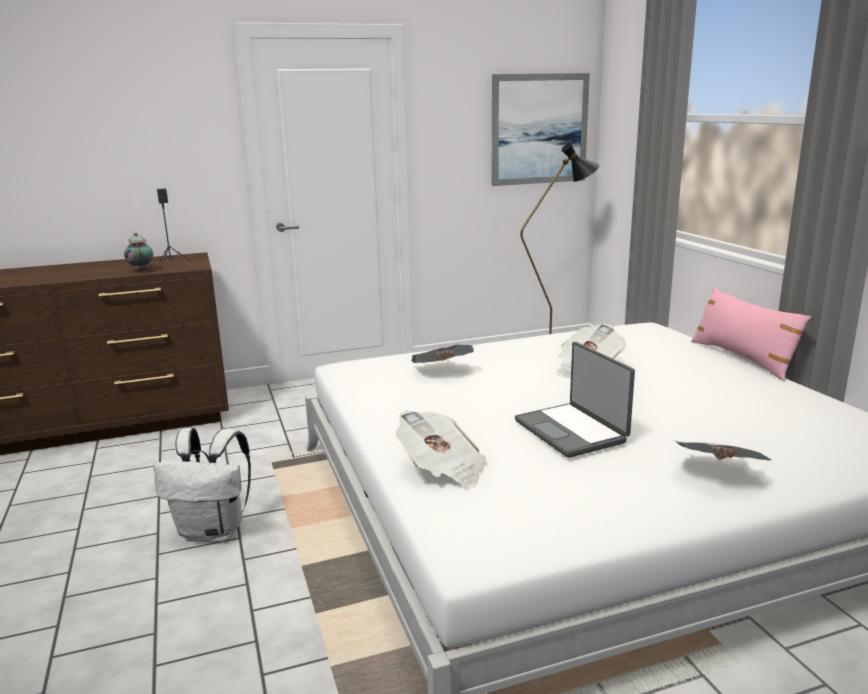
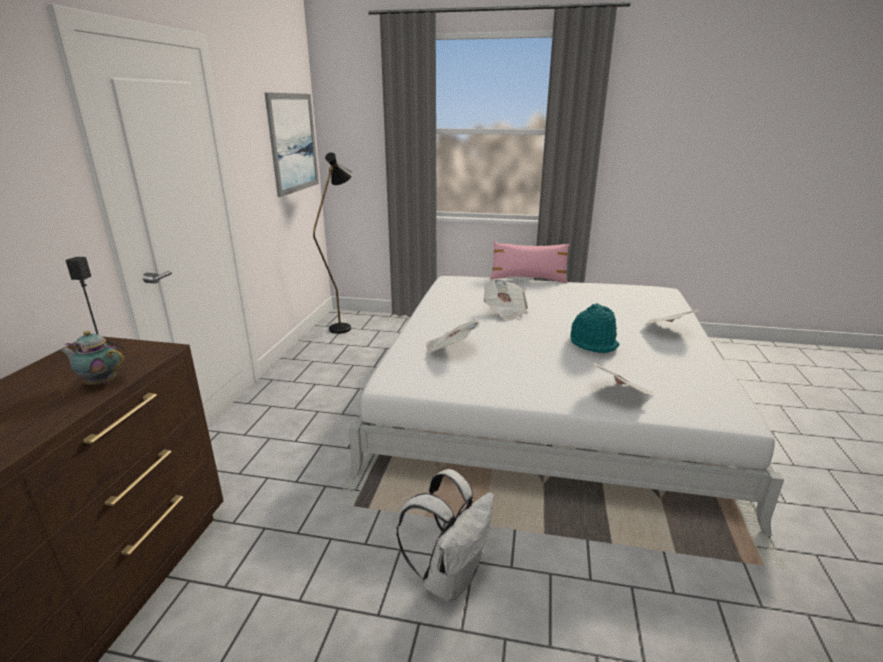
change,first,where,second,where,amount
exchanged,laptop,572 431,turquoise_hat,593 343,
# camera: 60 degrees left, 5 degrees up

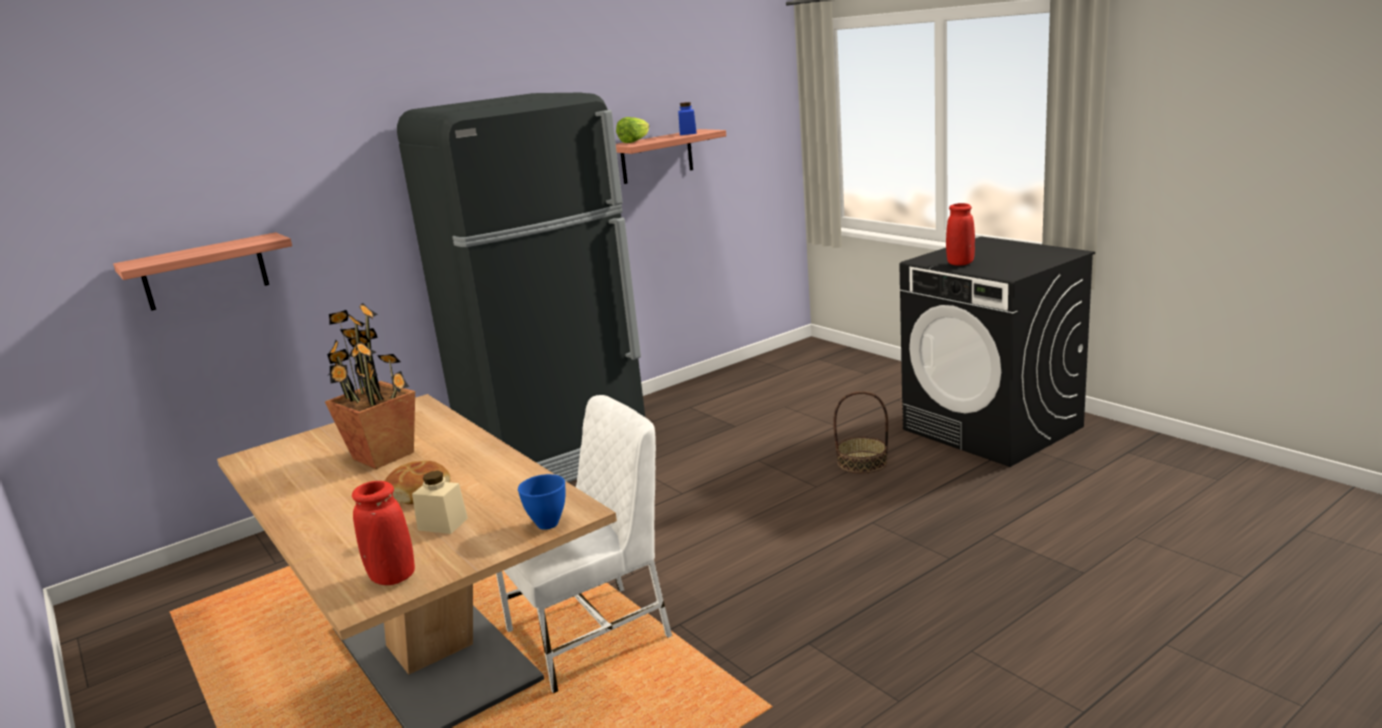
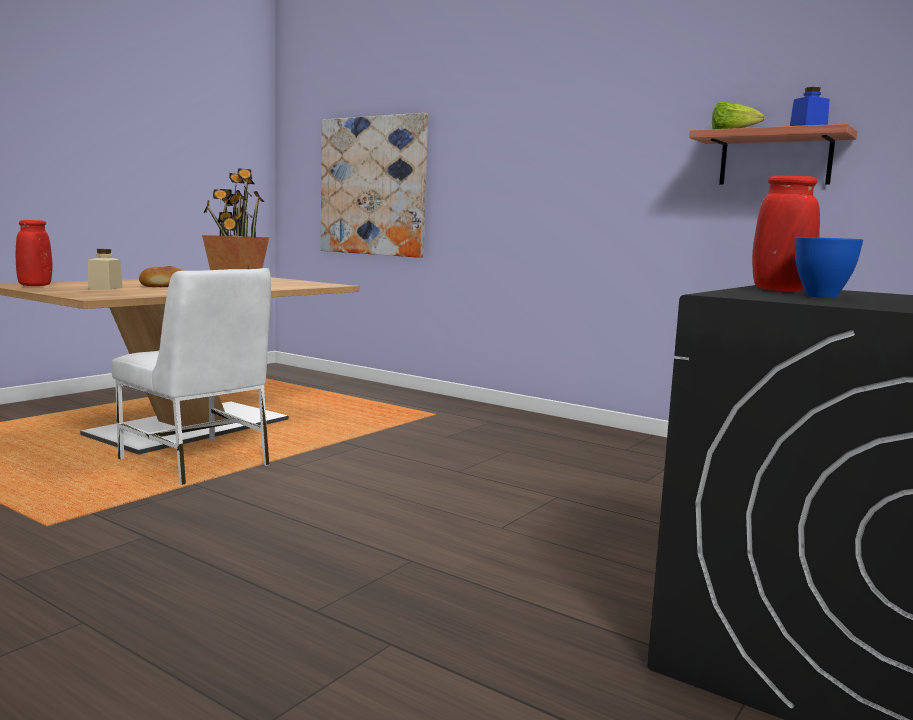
change,first,where,second,where,amount
missing,black_fridge,558 455,,,
missing,basket,862 462,,,
relocated,blue_bowl,547 524,,819 296,
exchanged,shelf,205 272,picture,373 186,
# camera: 70 degrees right, 10 degrees down

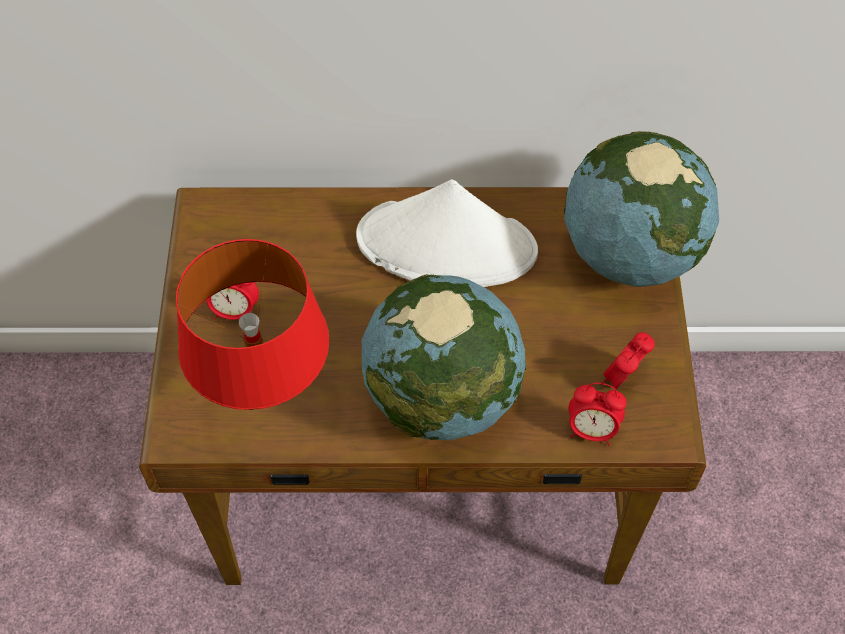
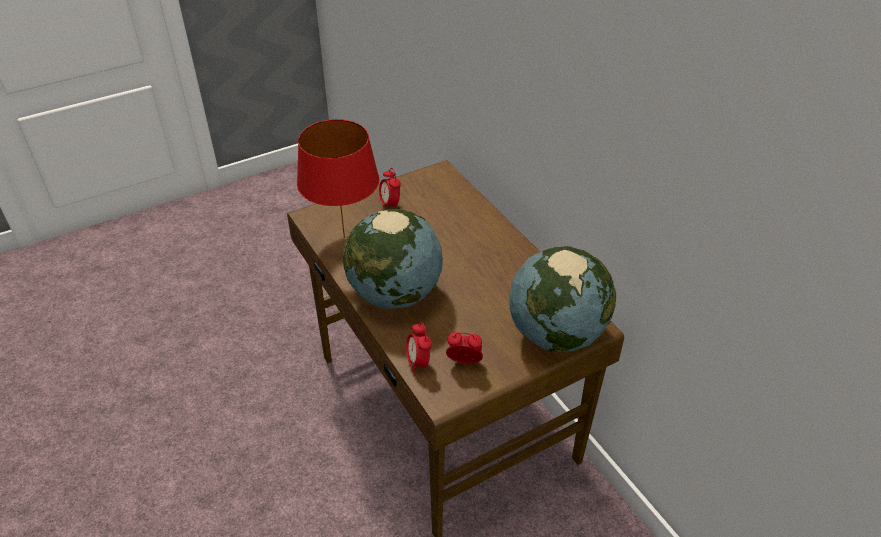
change,first,where,second,where,amount
missing,white_hat,447 245,,,
# camera: 60 degrees right, 15 degrees down

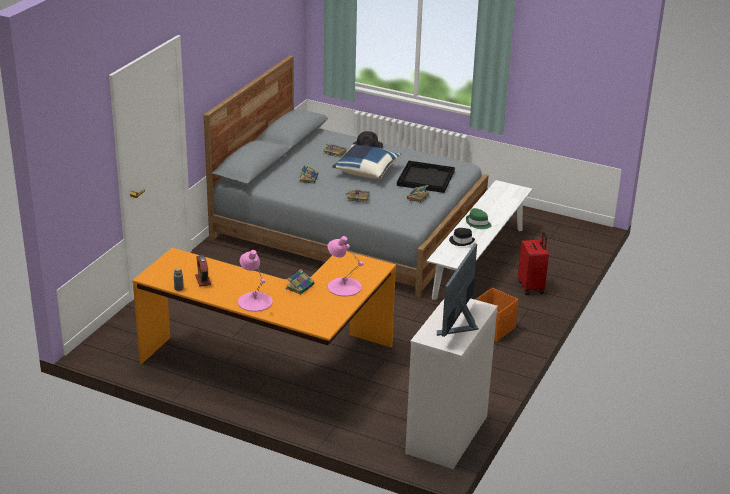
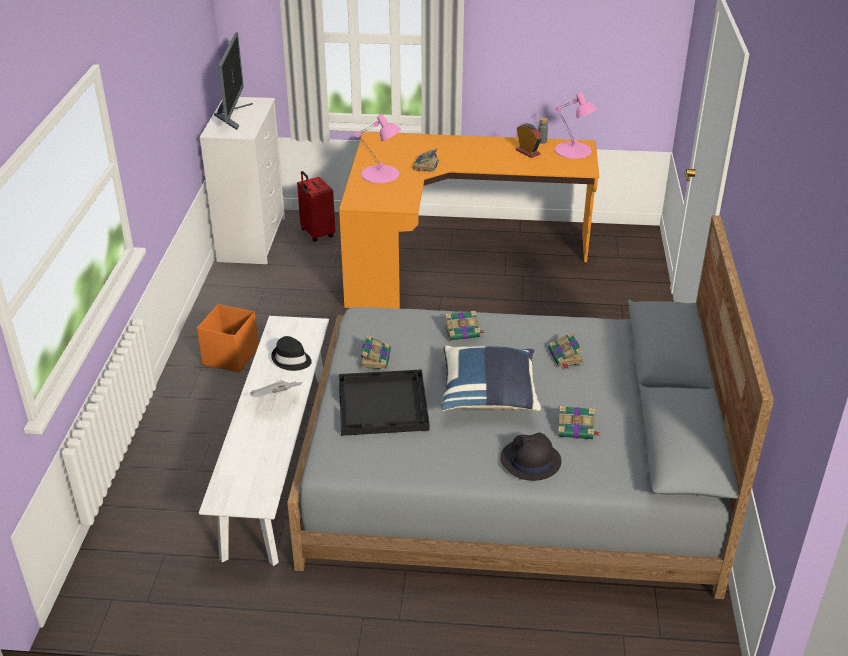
change,first,where,second,where,amount
relocated,pink_table_lamp,255 301,,573 150,
relocated,red_suitcase,531 287,,316 234,
exchanged,green_hat,478 223,newspaper,277 399,
# camera: 160 degrees right, 5 degrees up

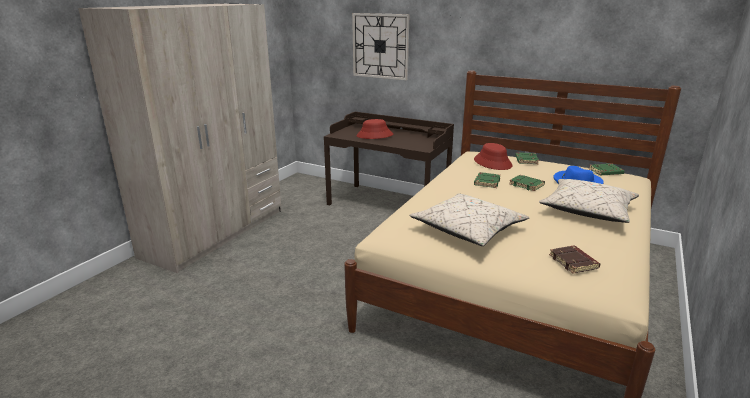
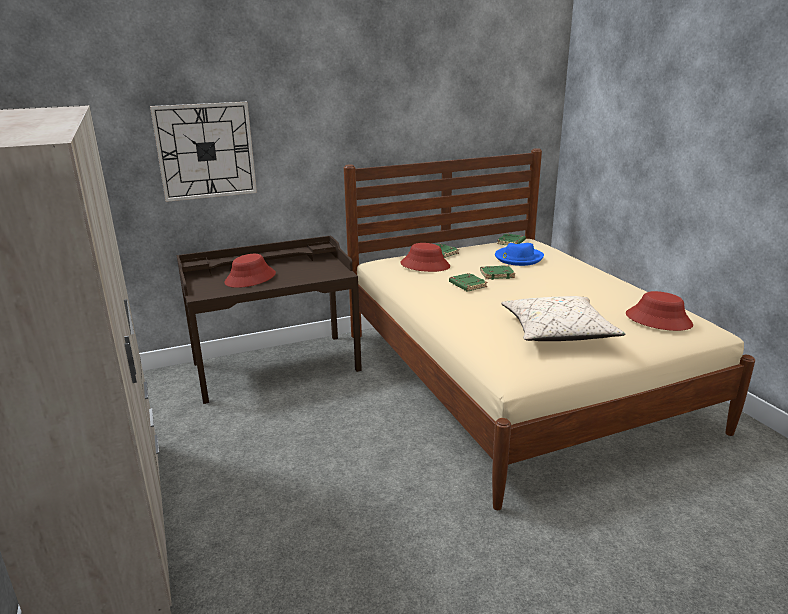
change,first,where,second,where,amount
missing,beige_pillow,587 211,,,
exchanged,brown_book,574 262,red_hat,658 320,
# camera: 50 degrees left, 0 degrees up

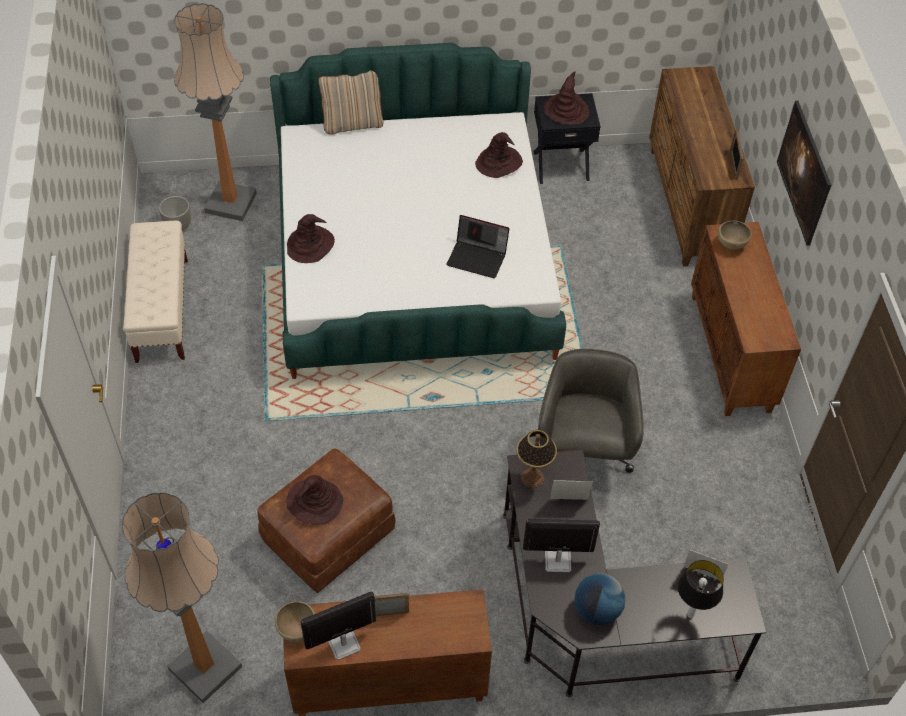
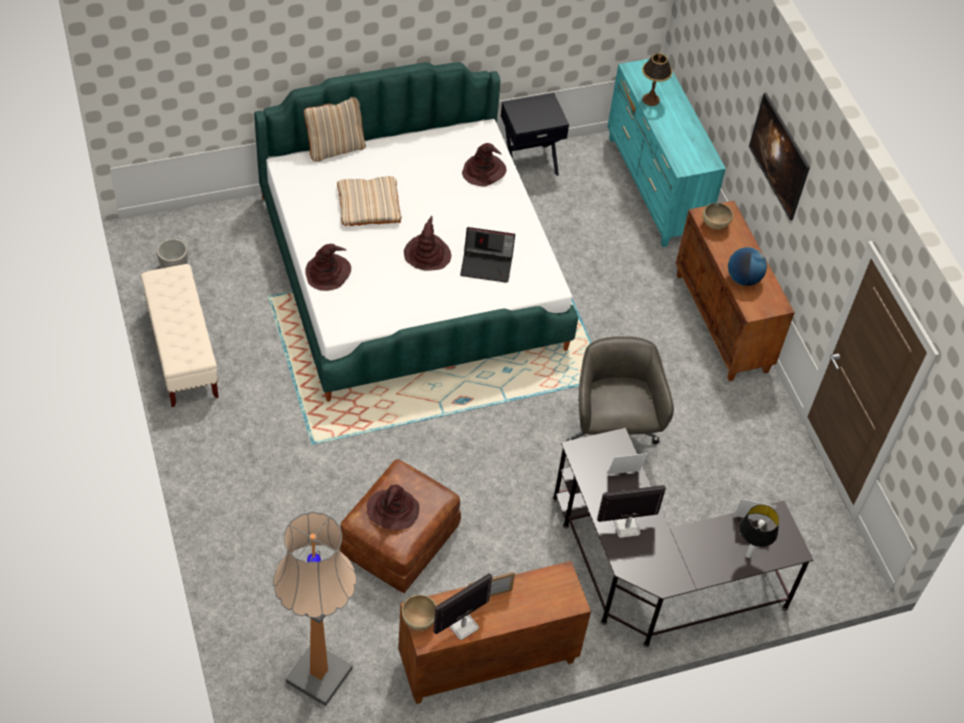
change,first,where,second,where,amount
missing,floor_lamp,231 203,,,
missing,picture_frame,733 165,,,
appeared,,,beige_pillow,369 205,
relocated,table_lamp,533 478,,651 99,
relocated,brown_hat,566 110,,427 254,
relocated,globe,597 610,,743 278,
colour,brown_dresser,687 205,turquoise_dresser,654 188,
# camera: 15 degrees left, 0 degrees up

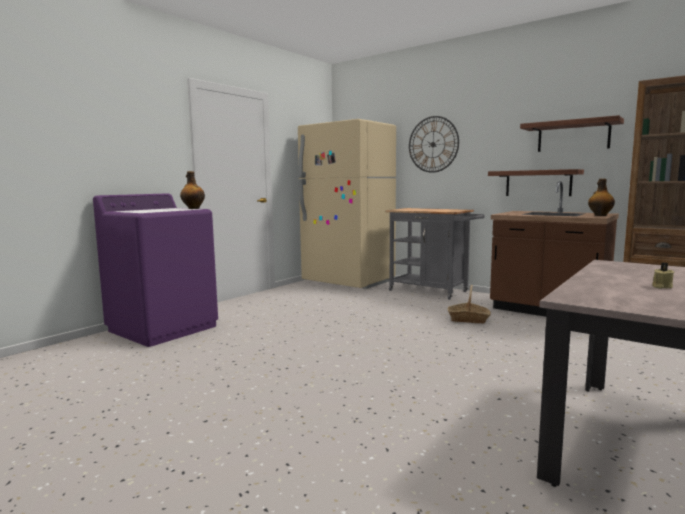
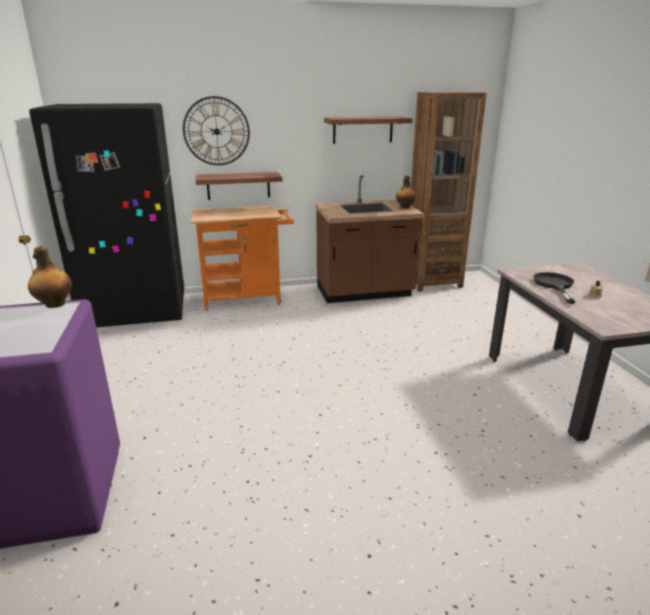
change,first,where,second,where,amount
missing,basket,468 319,,,
appeared,,,black_frying_pan,554 285,
relocated,shelf,538 183,,238 185,
colour,beige_fridge,348 282,black_fridge,136 312,
colour,grey_cart,432 291,orange_cart,247 298,
# camera: 50 degrees left, 15 degrees up

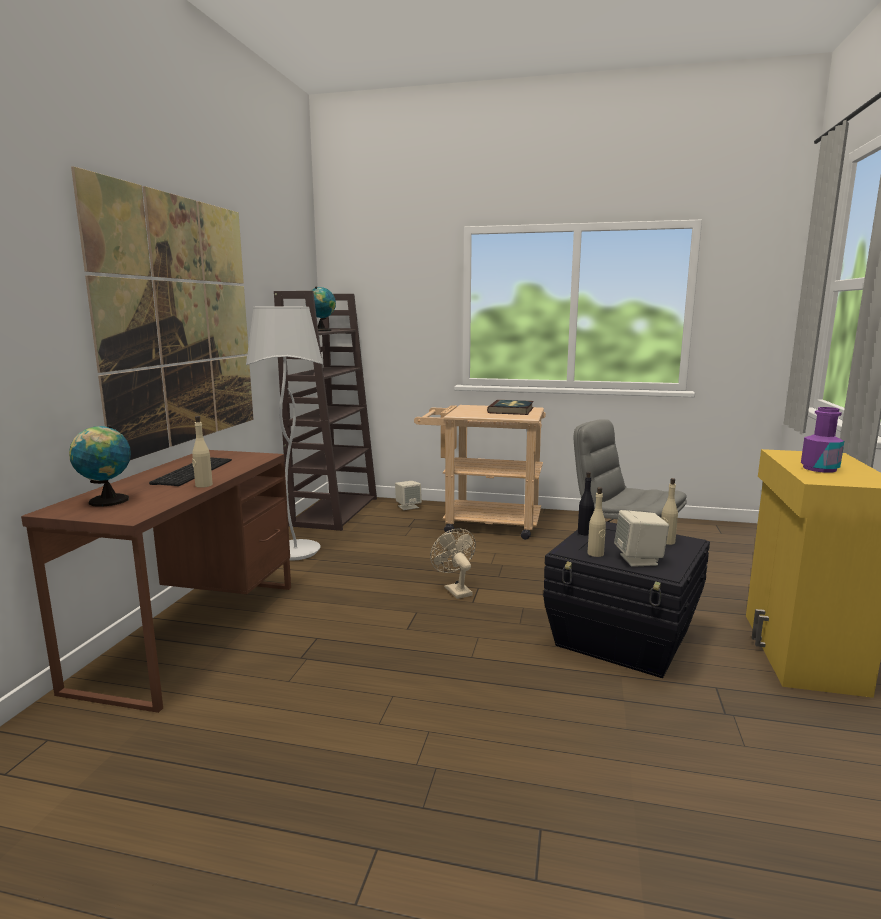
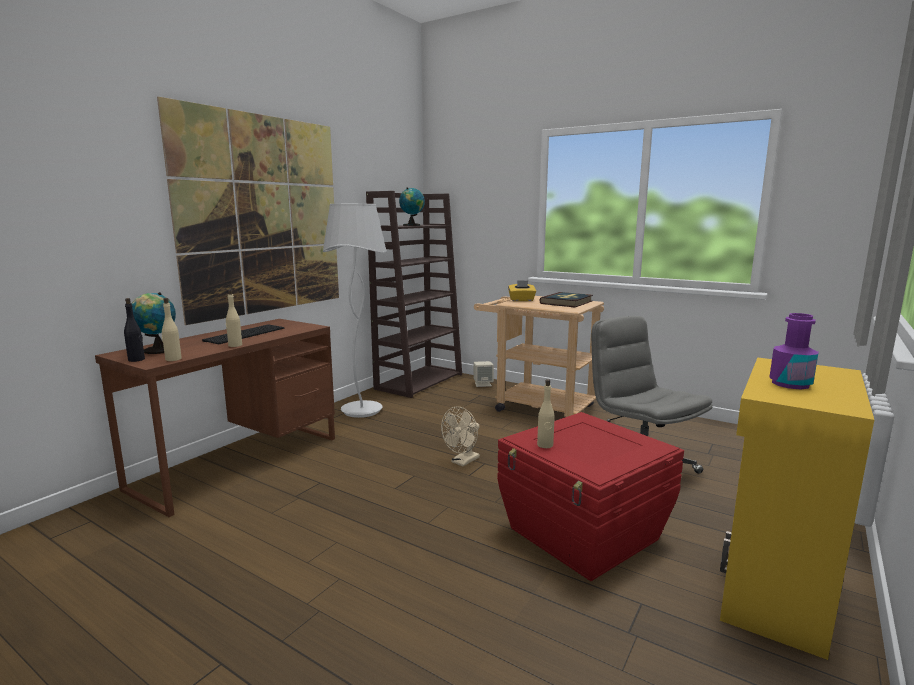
change,first,where,second,where,amount
missing,beige_speaker,639 560,,,
appeared,,,yellow_tissue_box,521 300,
relocated,black_bottle,585 533,,136 360,
relocated,beige_bottle,666 542,,173 359,
colour,black_storage_box,623 638,red_storage_box,583 534,
spun,beige_fan,455 590,,462 462,135 degrees counterclockwise
# camera: 20 degrees right, 0 degrees up

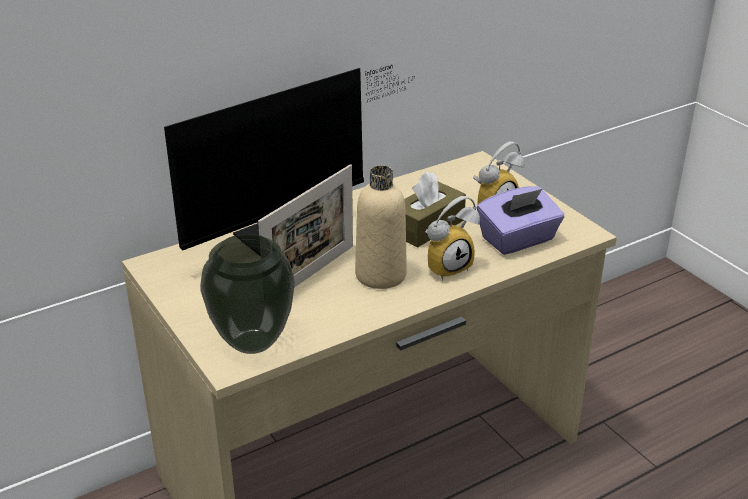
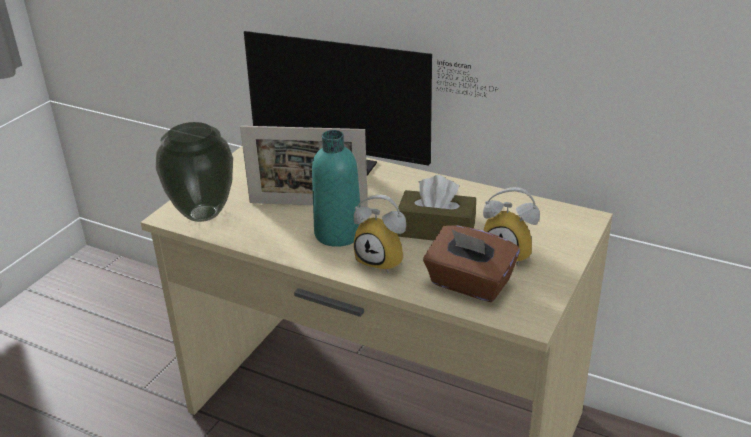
change,first,where,second,where,amount
colour,beige_bottle,380 275,turquoise_bottle,338 234,
colour,purple_tissue_box,518 240,brown_tissue_box,469 284,
# camera: 60 degrees right, 0 degrees up

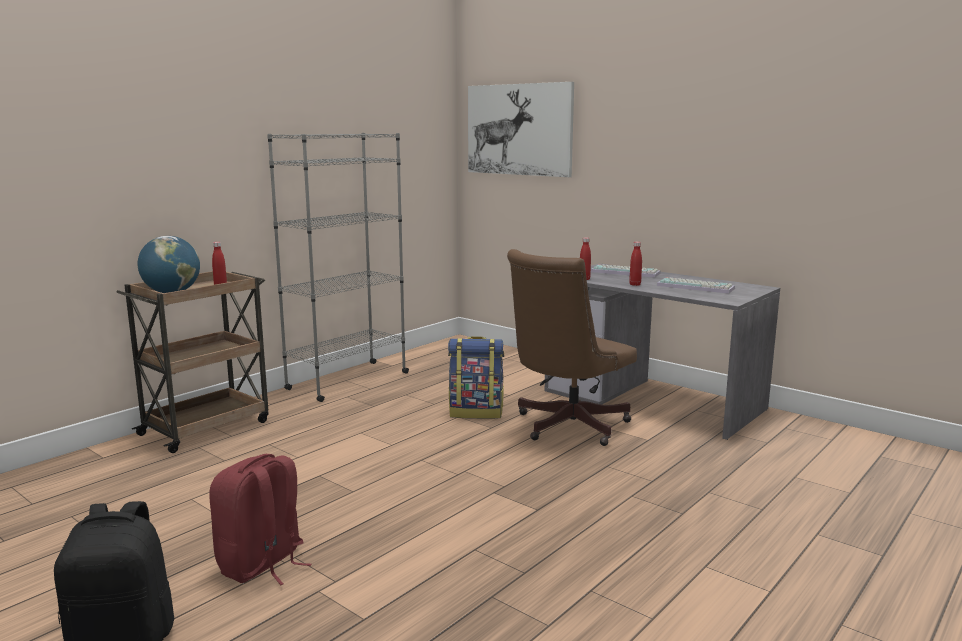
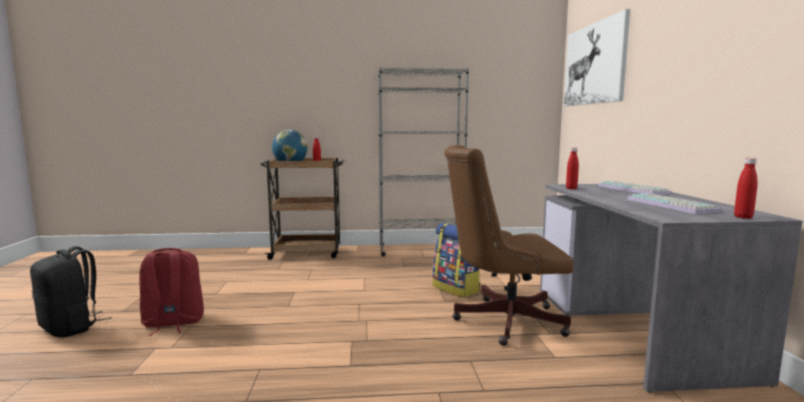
change,first,where,second,where,amount
relocated,red_bottle,635 284,,743 217,
# camera: 45 degrees right, 5 degrees down

